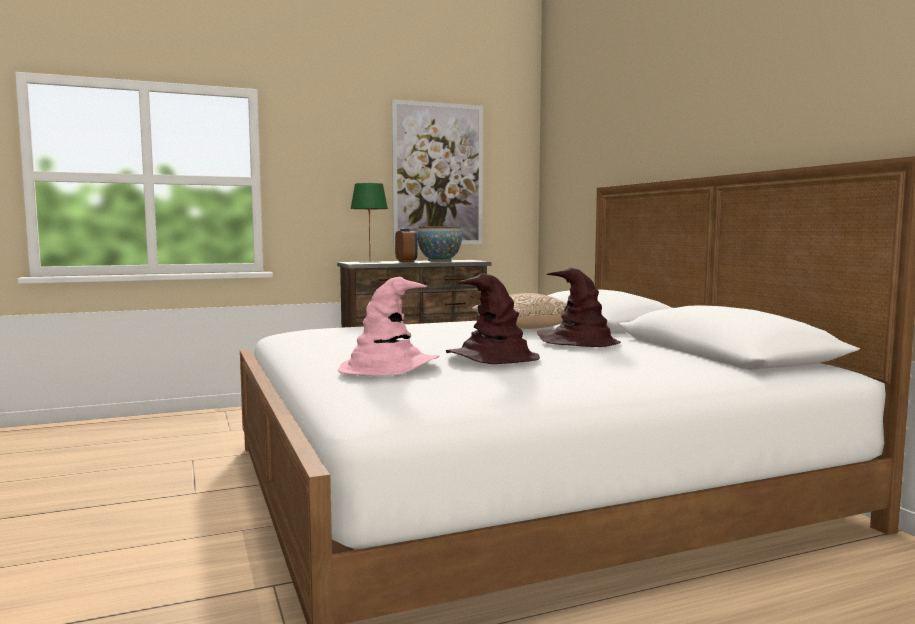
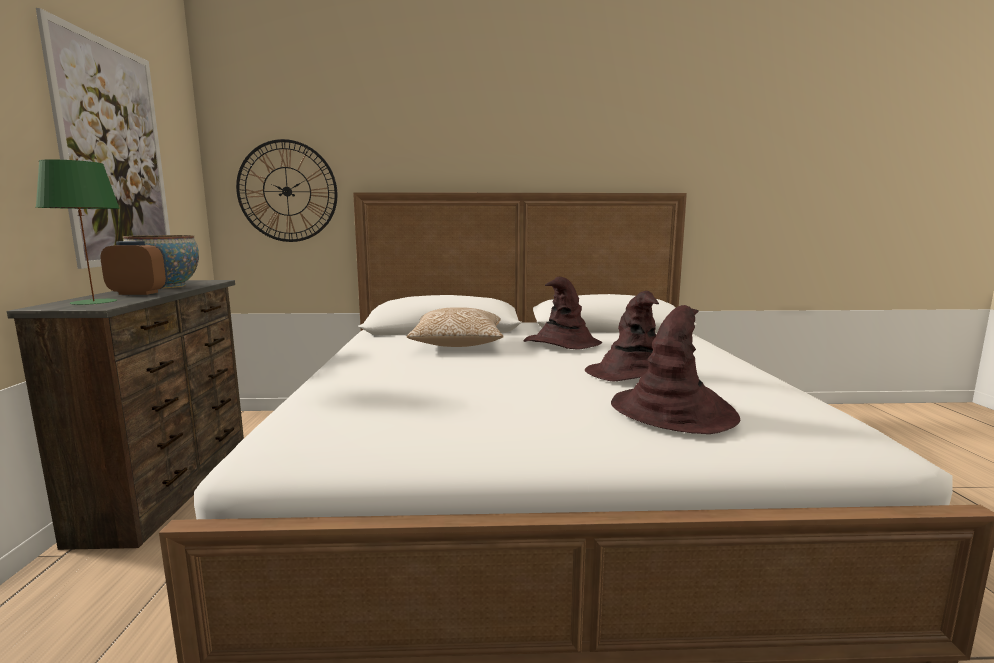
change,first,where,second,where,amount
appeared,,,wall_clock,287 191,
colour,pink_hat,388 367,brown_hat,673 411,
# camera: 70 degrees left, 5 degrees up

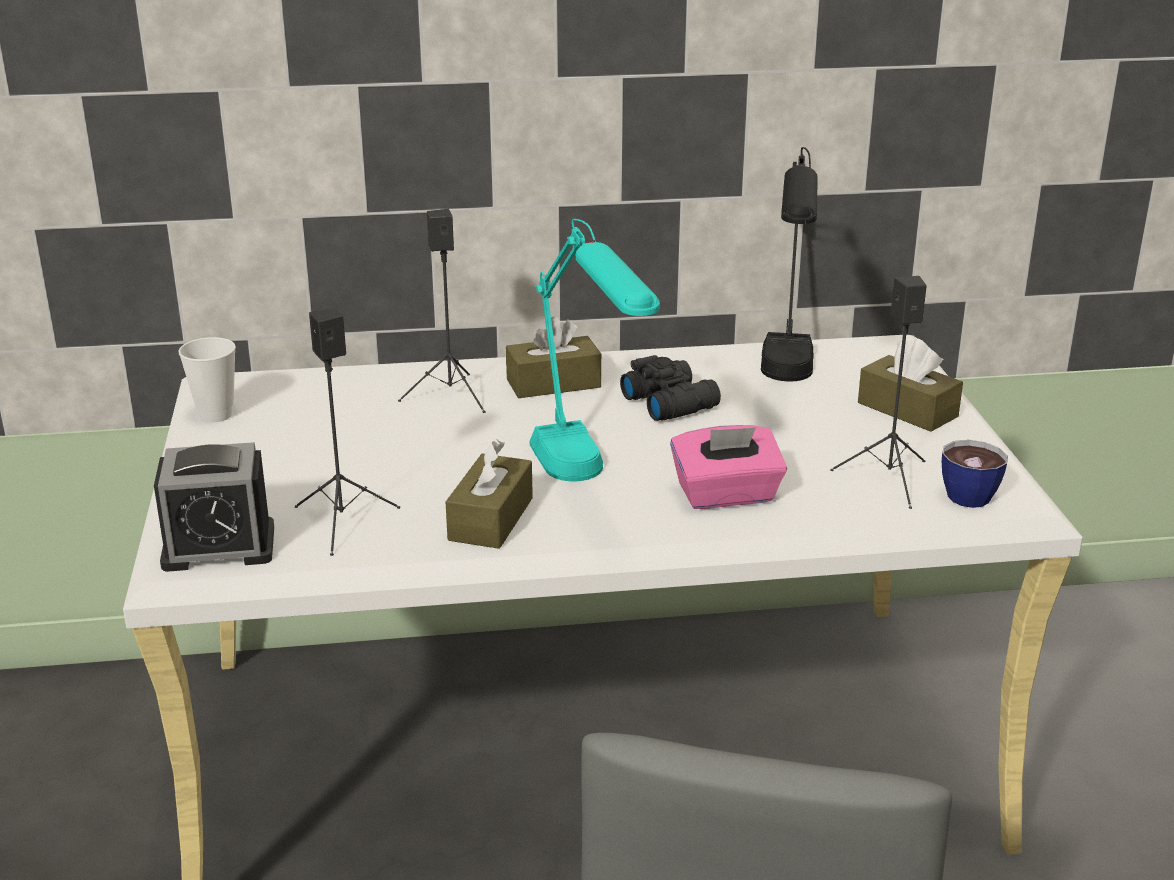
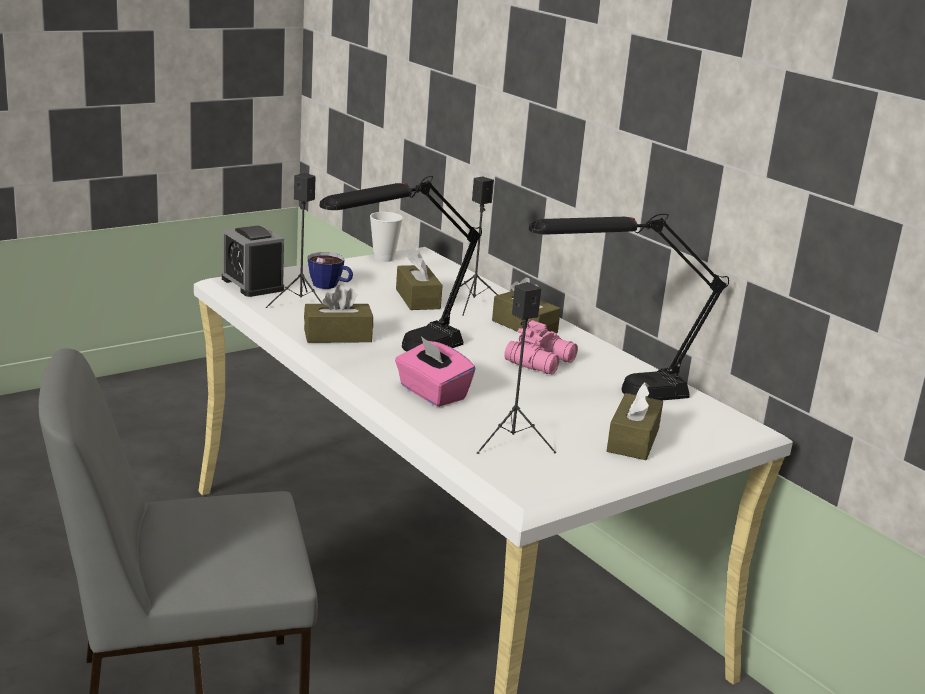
change,first,where,second,where,amount
appeared,,,brown_tissue_box,417 299,
relocated,cup,975 494,,330 286,
colour,turquoise_table_lamp,587 488,black_table_lamp,399 354,
colour,black_binoculars,670 402,pink_binoculars,542 362,
# camera: 60 degrees right, 5 degrees down

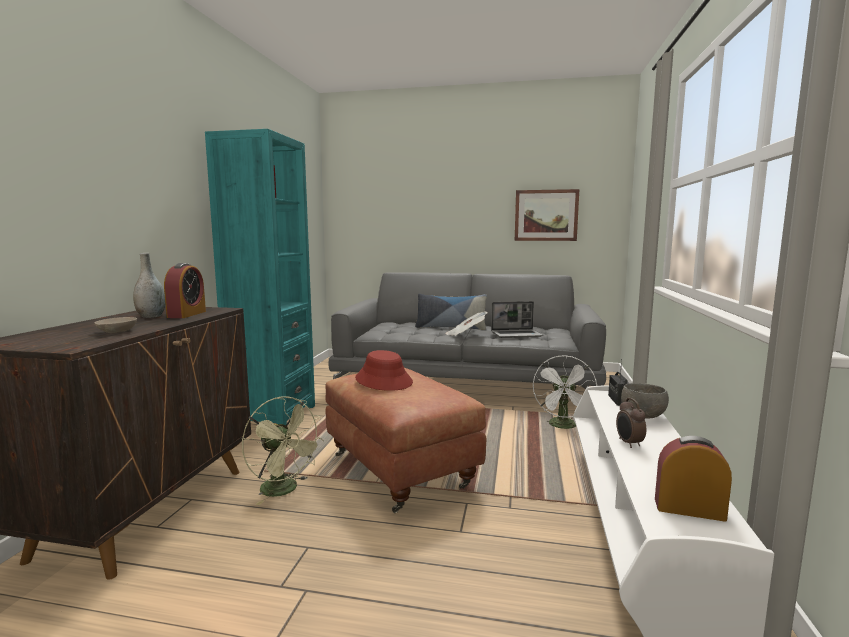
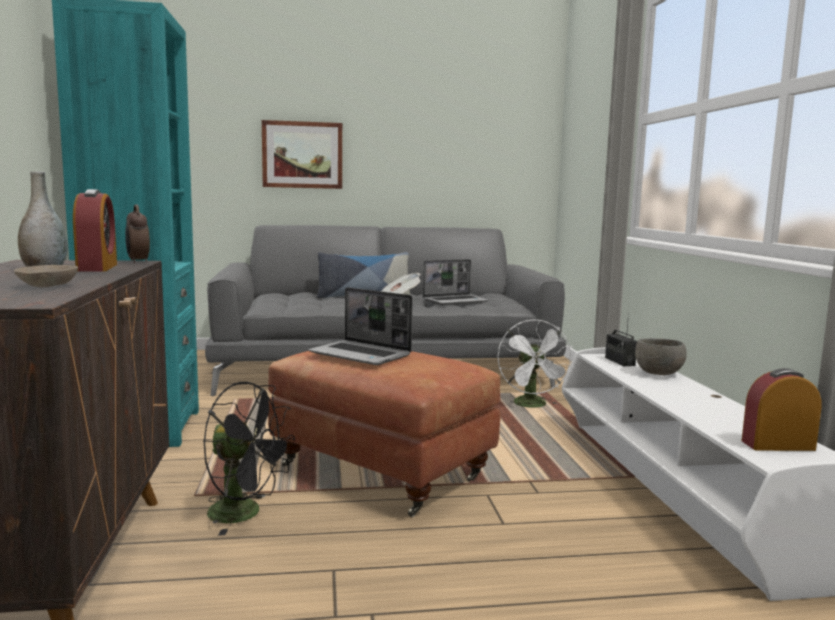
change,first,where,second,where,amount
relocated,picture,546 215,,302 155,
relocated,alarm_clock,628 443,,137 261,
exchanged,red_hat,384 380,laptop,361 354,
colour,green_fan,285 490,black_fan,245 514,
# camera: 20 degrees left, 0 degrees up

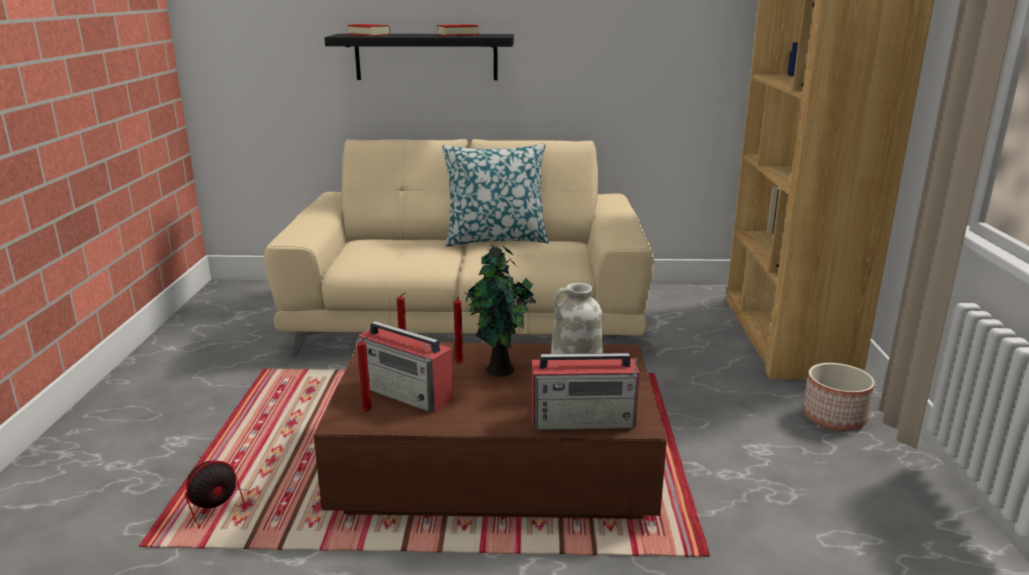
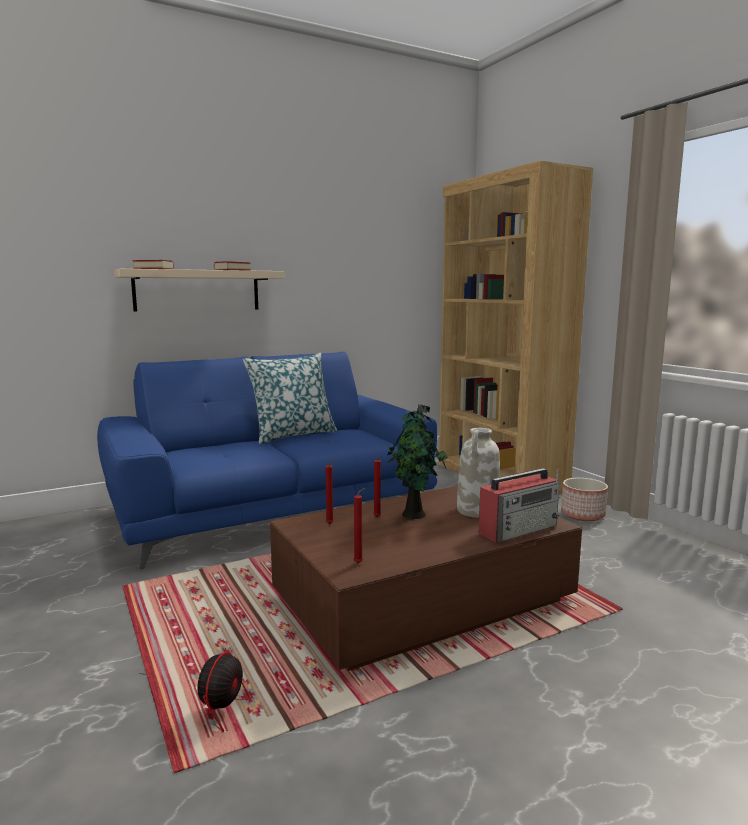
change,first,where,second,where,amount
missing,radio,407 393,,,
colour,beige_sofa,469 319,blue_sofa,271 509,
colour,black_shelf,426 57,beige_shelf,197 290,
# camera: 30 degrees left, 10 degrees down

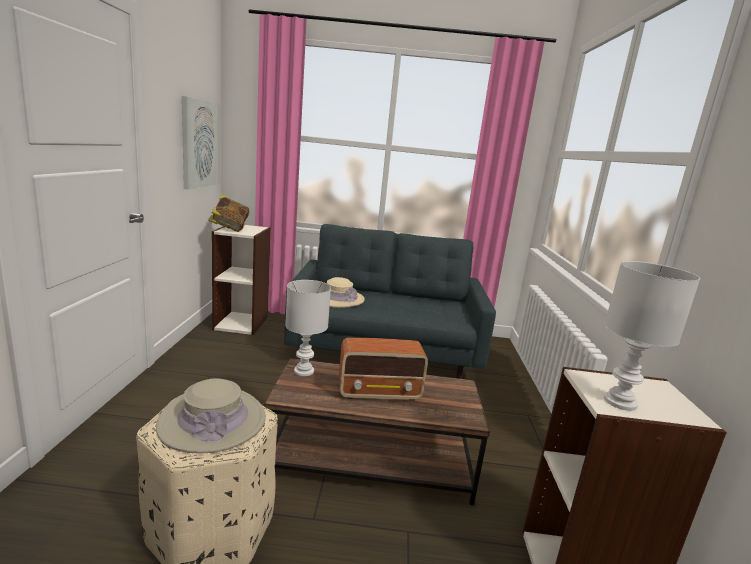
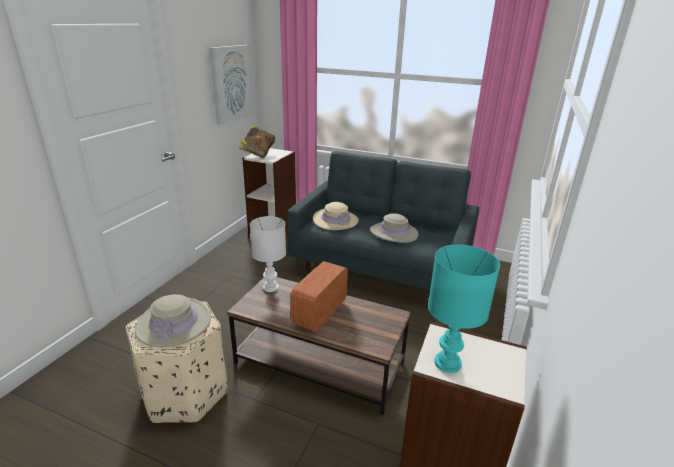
change,first,where,second,where,amount
appeared,,,beige_hat,393 233,
colour,white_table_lamp,619 402,turquoise_table_lamp,446 363,
spun,radio,380 392,,319 313,105 degrees clockwise
# camera: 20 degrees right, 10 degrees up

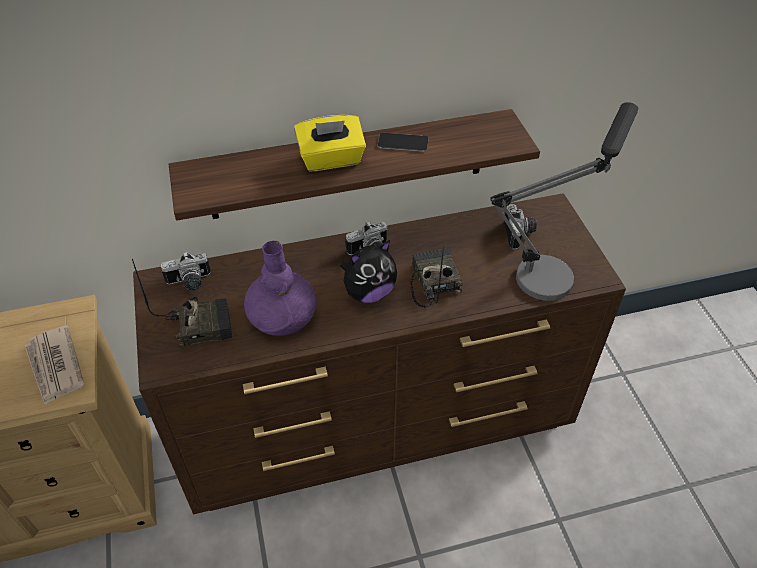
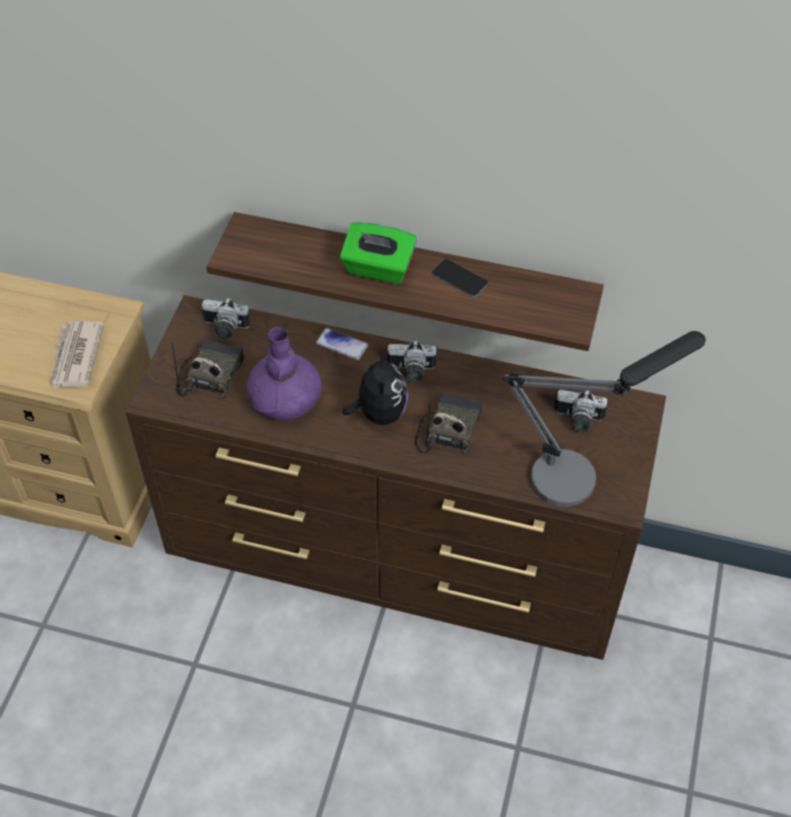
change,first,where,second,where,amount
appeared,,,phone,341 345,
colour,yellow_tissue_box,331 160,green_tissue_box,378 269,
spun,radio,201 325,,210 375,90 degrees counterclockwise
spun,plush_toy,369 292,,379 413,90 degrees counterclockwise
spun,photo_camera,520 234,,577 420,75 degrees clockwise
# camera: 30 degrees right, 5 degrees up

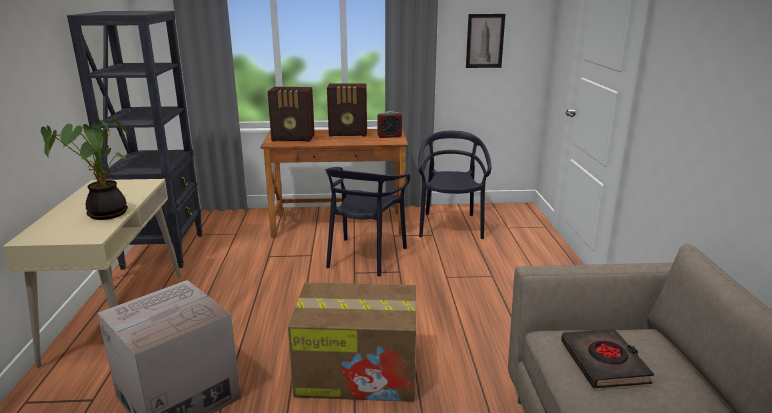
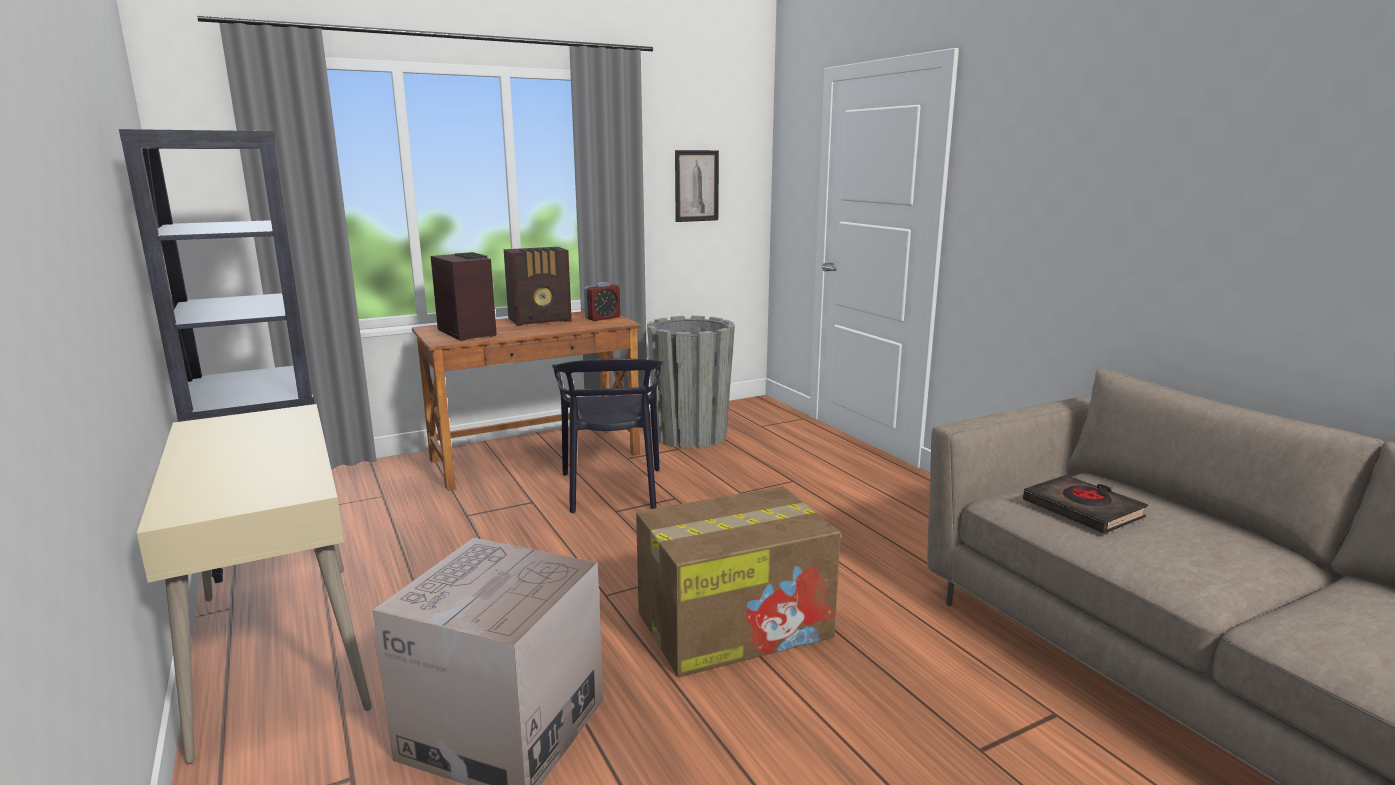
change,first,where,second,where,amount
missing,potted_plant,104 214,,,
exchanged,black_chair,450 226,grey_planter,691 436,
spun,radio,294 138,,467 333,105 degrees counterclockwise
# camera: 25 degrees left, 5 degrees down

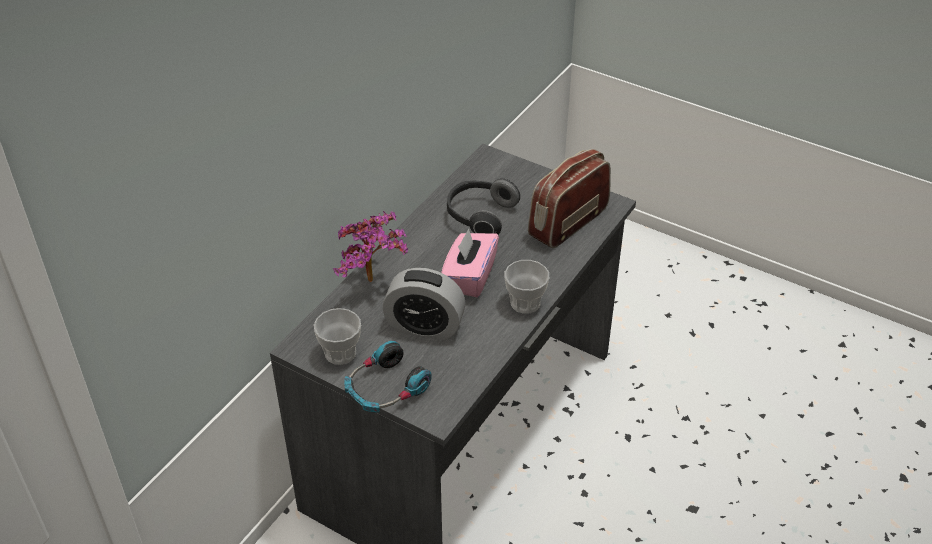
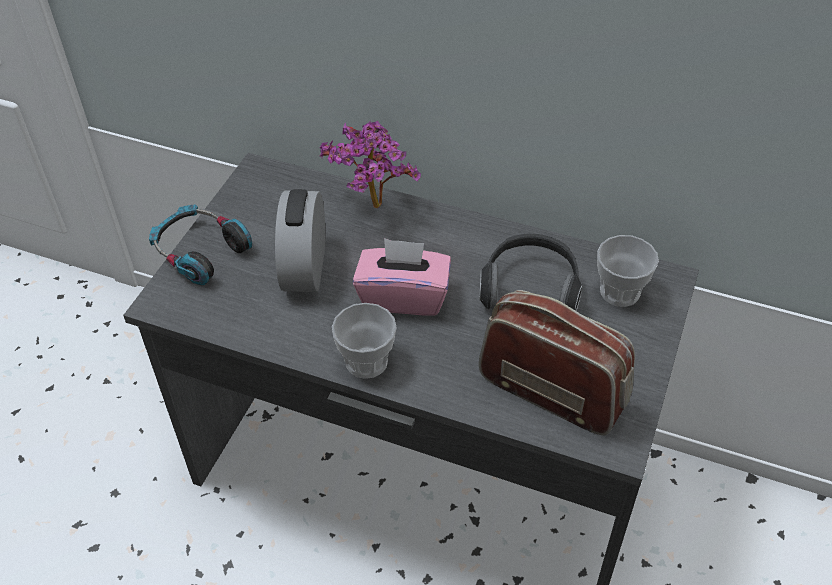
change,first,where,second,where,amount
relocated,cup,340 353,,620 292,
# camera: 80 degrees right, 5 degrees up

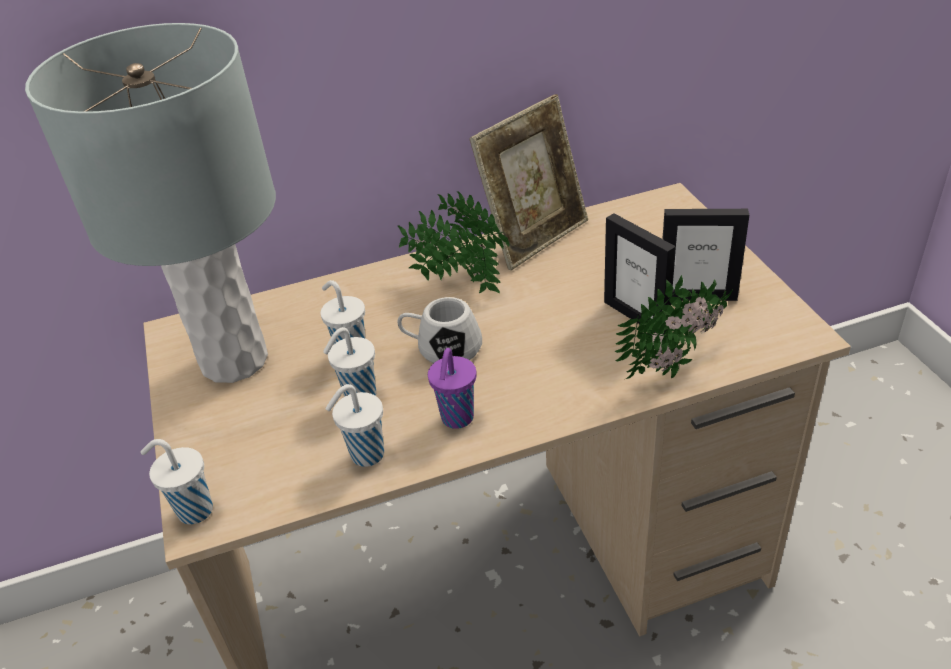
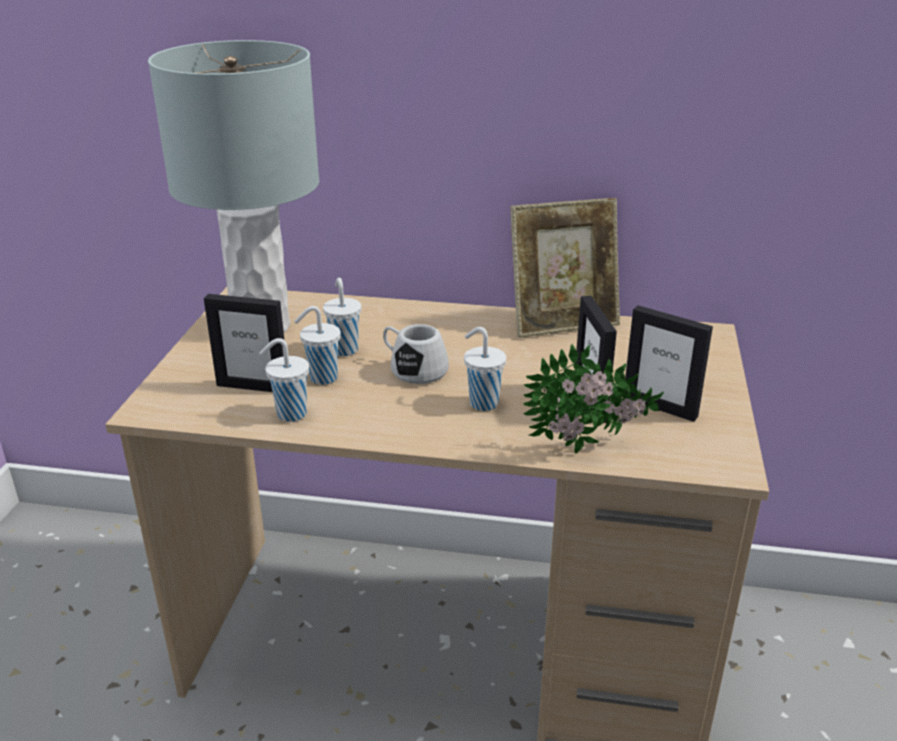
change,first,where,second,where,amount
missing,potted_plant,457 282,,,
missing,purple_cup,456 419,,,
appeared,,,picture_frame,253 386,
relocated,white_cup,193 510,,482 403,
# camera: 25 degrees right, 10 degrees down

